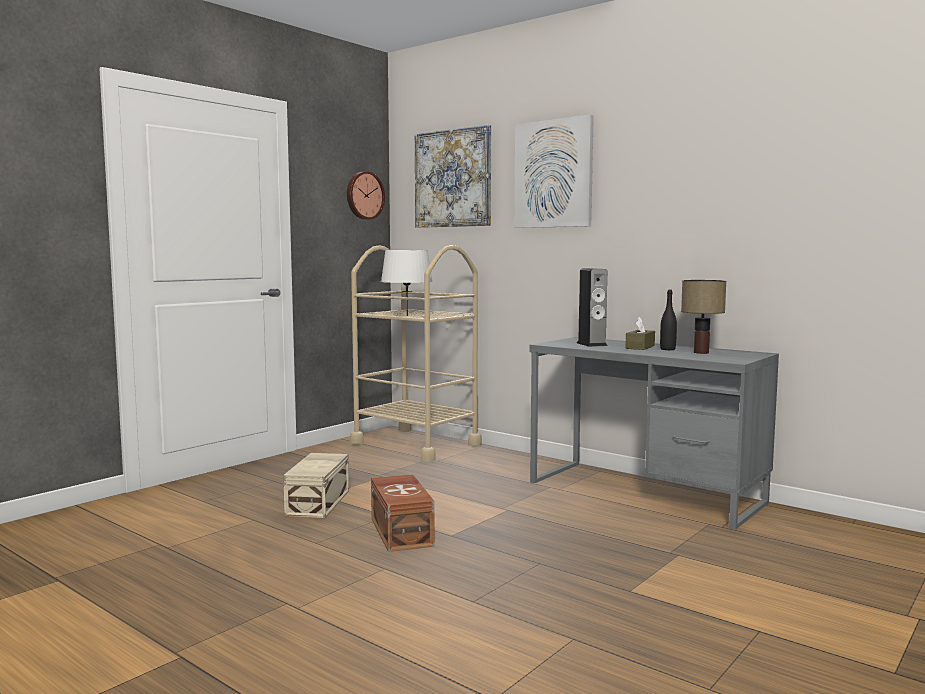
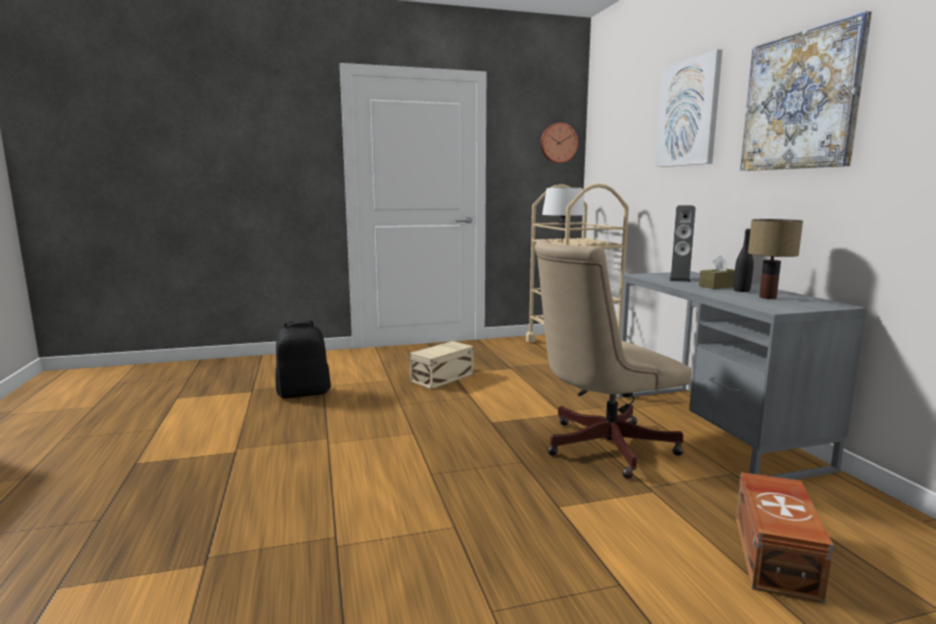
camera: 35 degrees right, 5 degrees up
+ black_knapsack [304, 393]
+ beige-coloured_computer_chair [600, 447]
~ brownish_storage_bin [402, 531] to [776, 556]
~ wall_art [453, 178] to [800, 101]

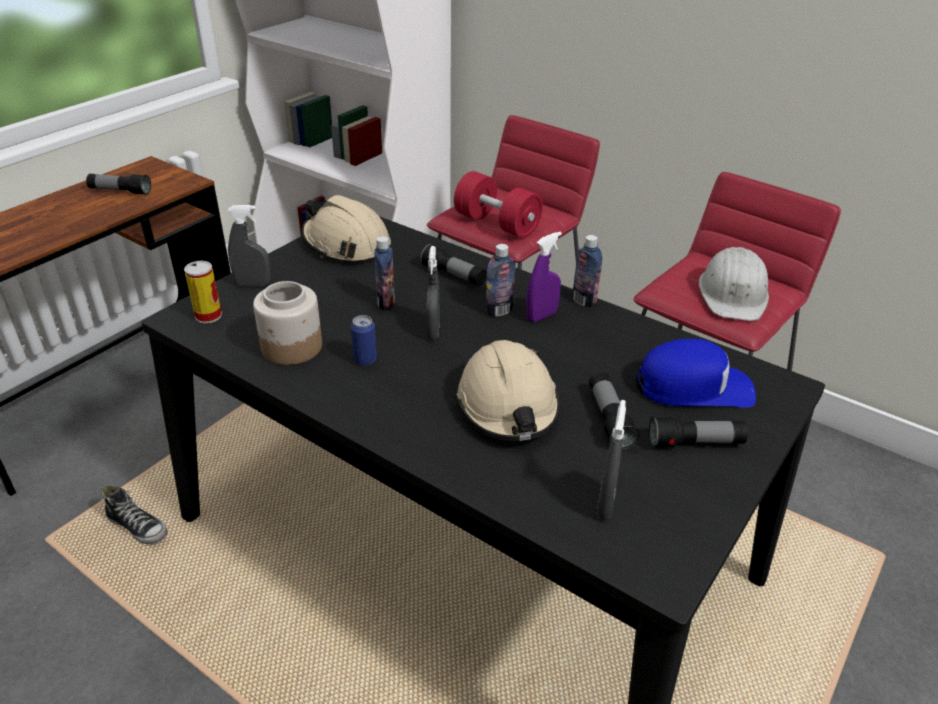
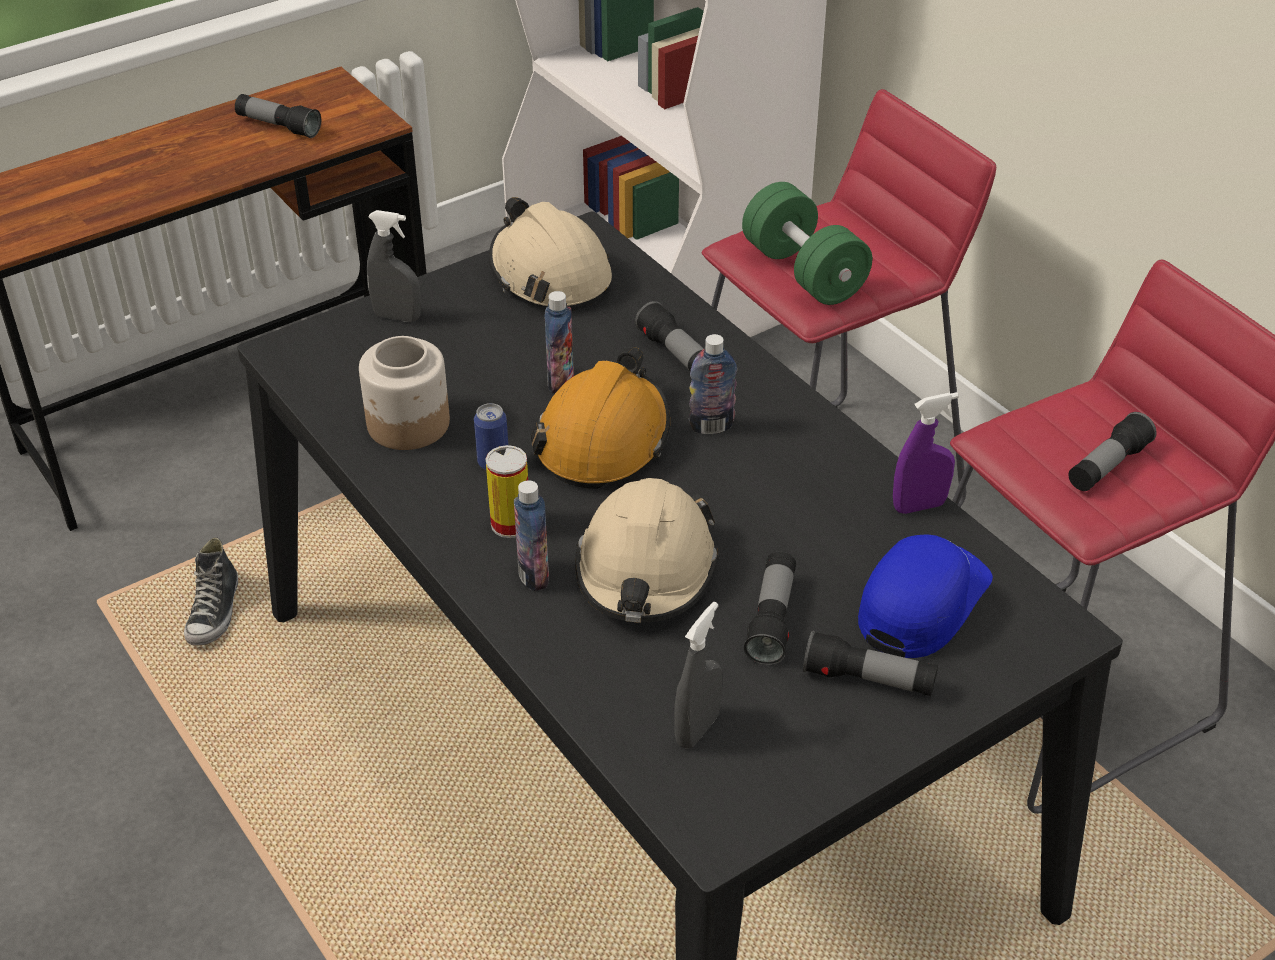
camera: 20 degrees right, 5 degrees up
~ can [208, 316] to [510, 524]
~ purplish_spray_bottle [541, 316] to [919, 506]
~ bottle [584, 301] to [533, 575]
~ gray_spray_bottle [433, 331] to orange_work_helmet [603, 439]
~ white_work_helmet [733, 294] to hand_torch [1107, 466]
~ reddish_dumbbell [497, 224] to green-coloured_dumbbell [804, 272]
~ item_of_footwear [138, 527] = [214, 613] 45 degrees clockwise
~ blue-coloured_cap [694, 387] = [922, 601] 75 degrees counterclockwise

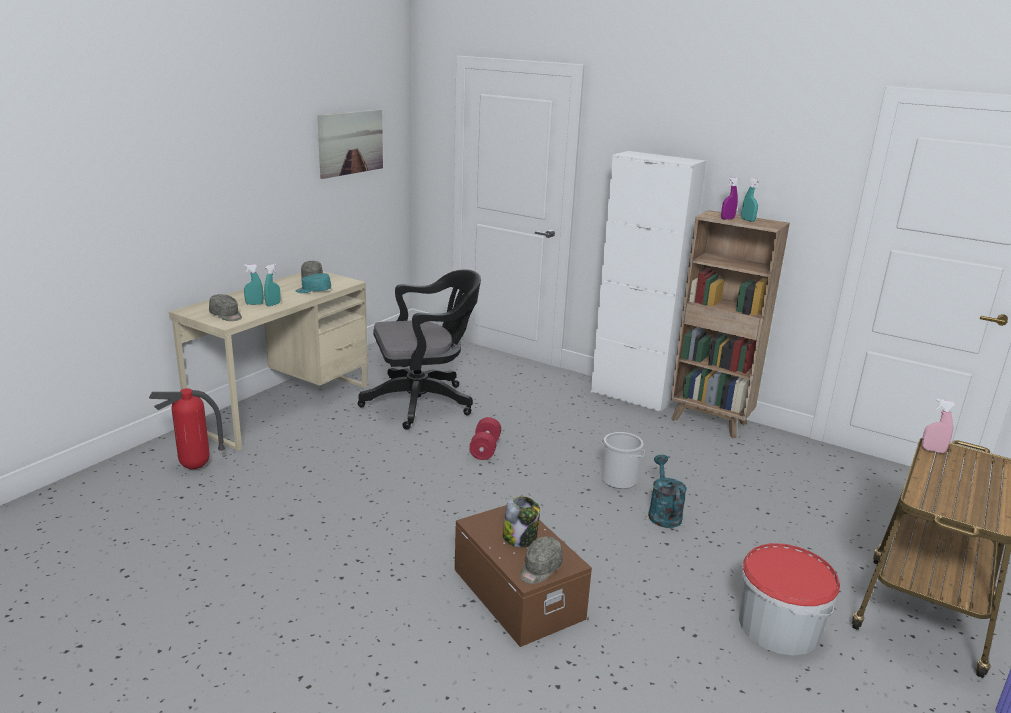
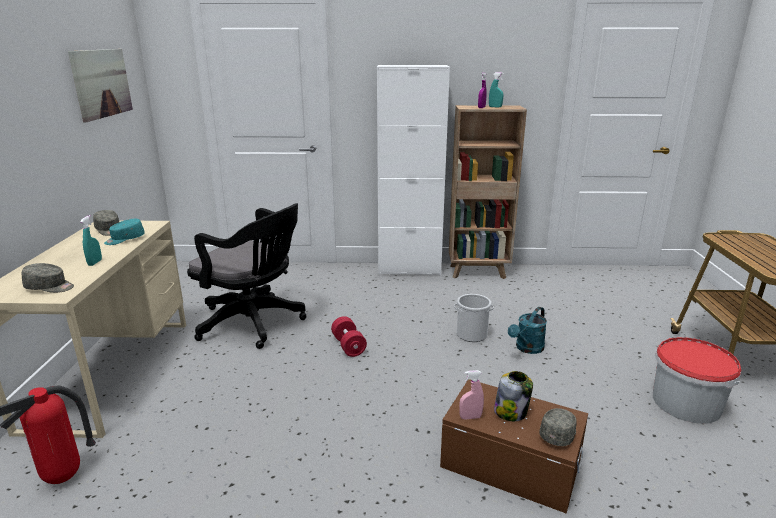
camera: 30 degrees left, 0 degrees up
- blue-green_spray_bottle [254, 304]
~ pink_spray_bottle [933, 450] to [470, 417]
~ black_computer_chair [423, 402] = [255, 323] 75 degrees clockwise
~ gray_cap [540, 569] = [558, 433] 150 degrees counterclockwise
~ blue-green_watering_pot [663, 513] = [527, 348] 105 degrees counterclockwise

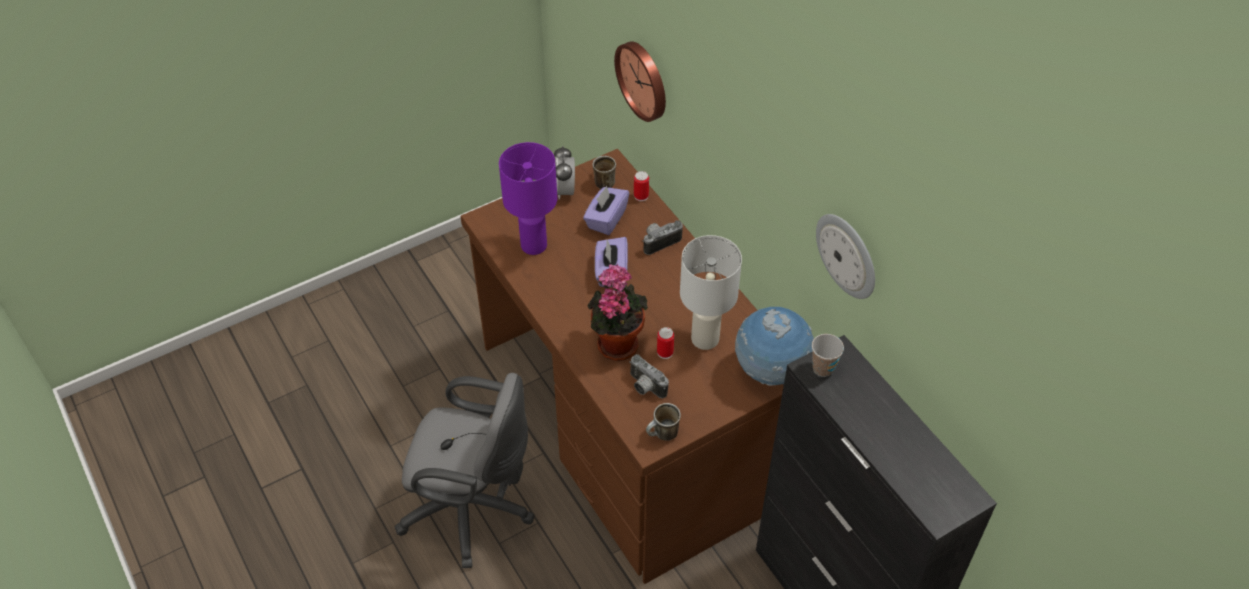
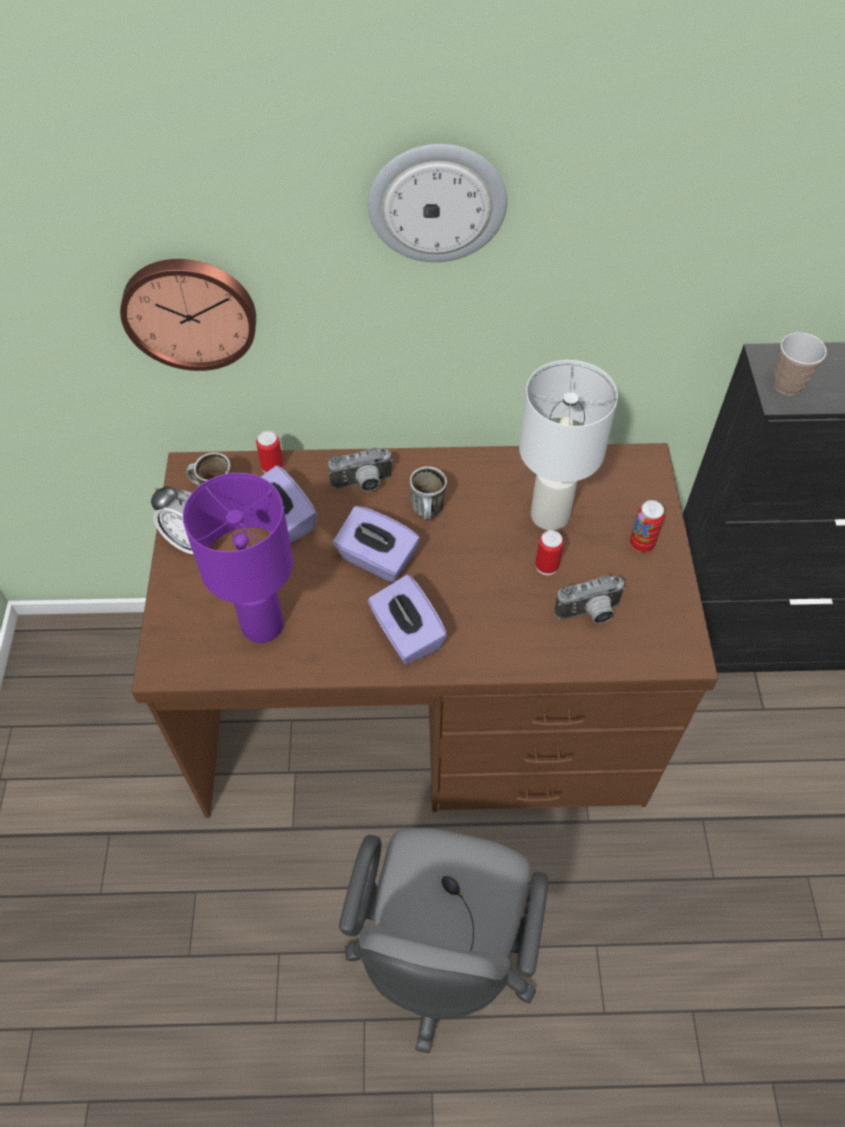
camera: 60 degrees left, 5 degrees up
- plant_in_a_pot [616, 342]
- desk_globe [770, 371]
+ purplish_tissue_box [406, 634]
+ can [641, 544]
~ mug [663, 435] to [429, 513]
~ clock_on_the_wall [847, 255] to [437, 202]
~ gray_computer_chair [473, 510] = [441, 956] 150 degrees clockwise
~ still_camera [659, 241] = [363, 484] 105 degrees counterclockwise

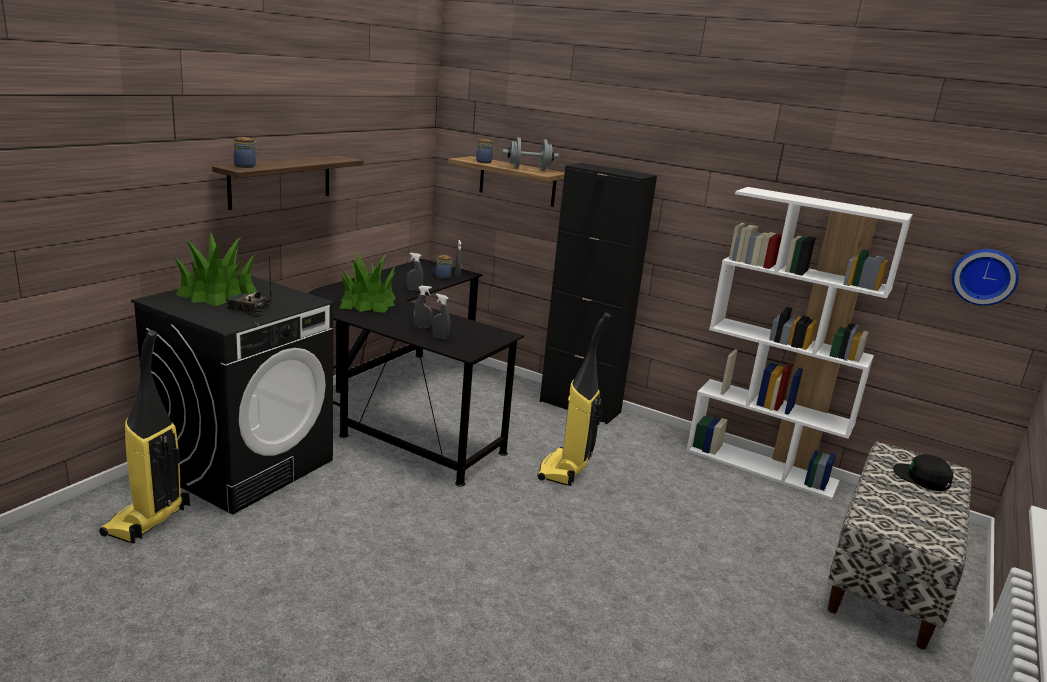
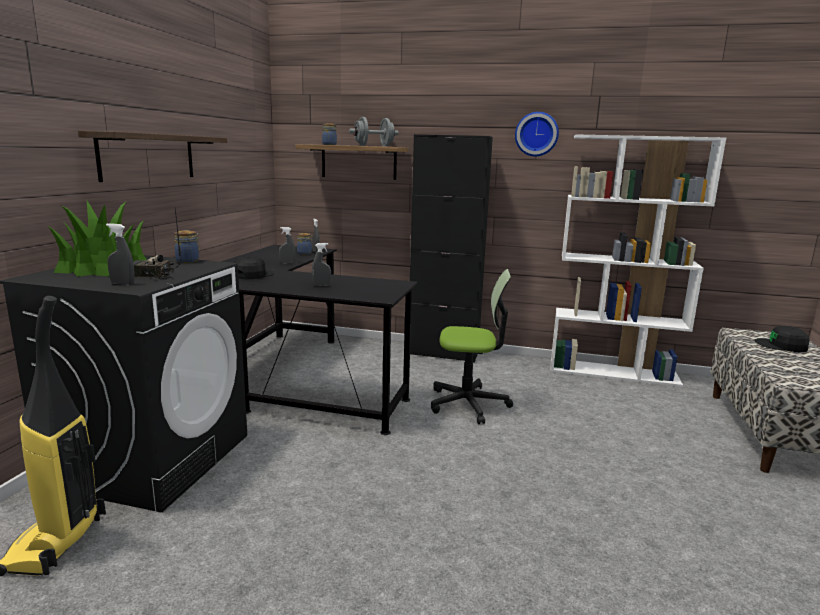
camera: 15 degrees left, 5 degrees down
~ storage_jar [246, 166] to [188, 261]
~ gray_spray_bottle [440, 337] to [122, 284]
~ clock_on_the_wall [984, 276] to [536, 134]
~ plant_in_a_pot [368, 303] to black_cap [252, 275]
~ vacuum_cleaner [565, 470] to computer_chair [468, 403]

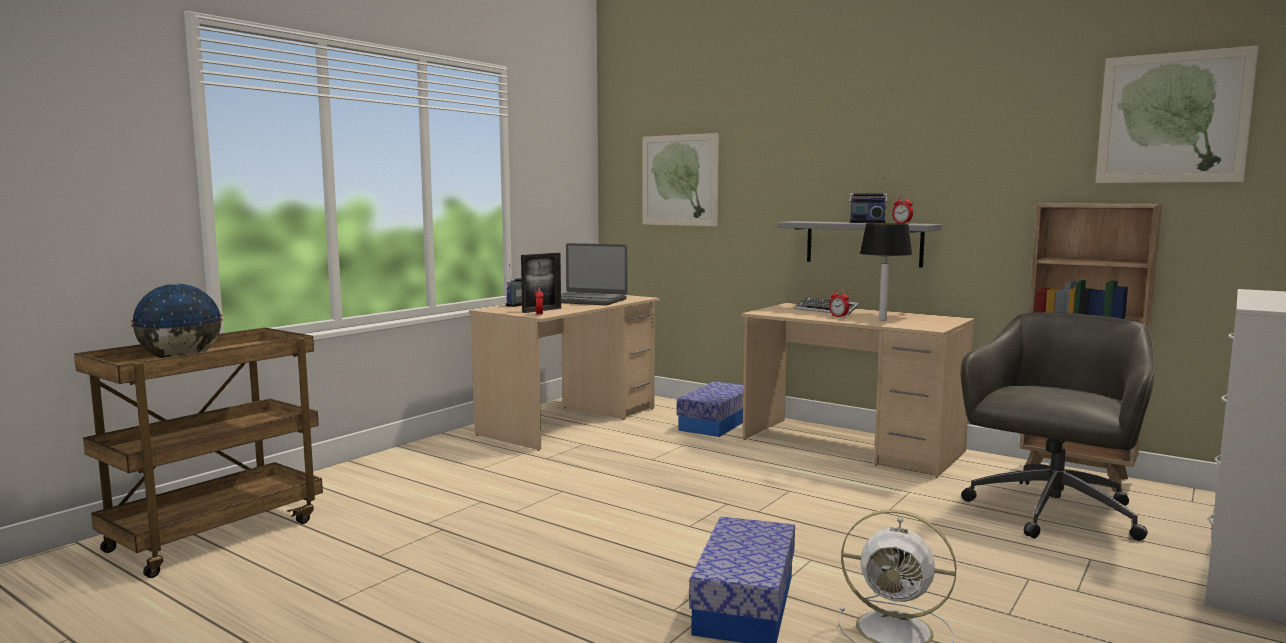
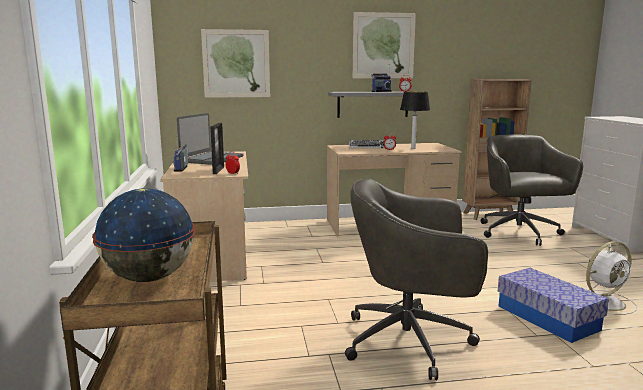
camera: 45 degrees left, 5 degrees up
- storage_bin [716, 423]
+ gray_computer_chair [411, 341]
~ wall_art [1172, 118] to [383, 46]
~ notebook_computer [587, 300] = [211, 159] 45 degrees counterclockwise

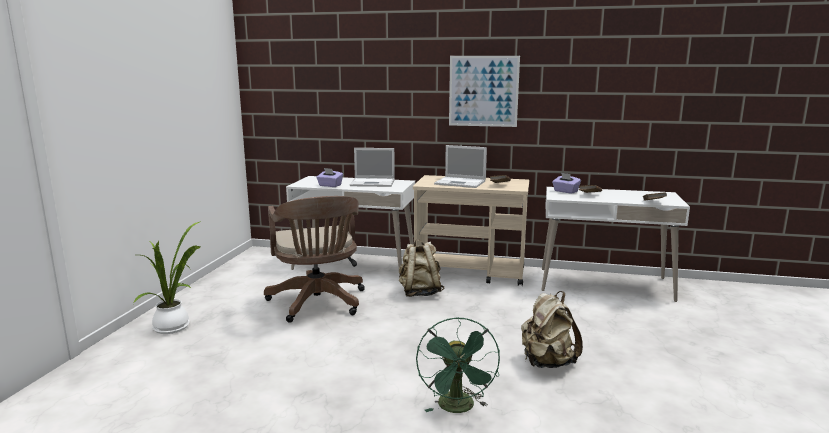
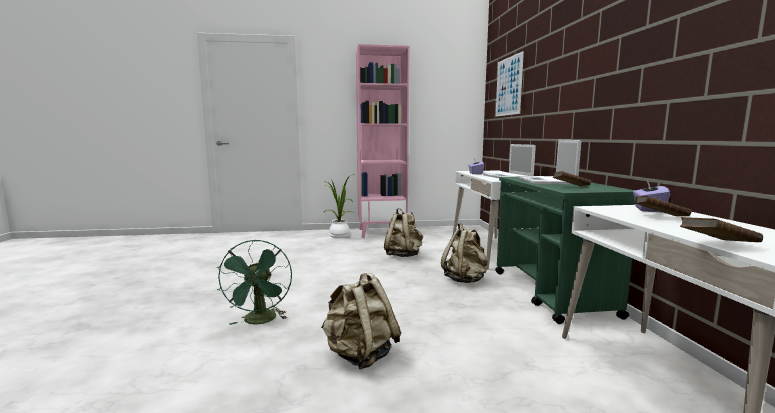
camera: 70 degrees right, 5 degrees down
+ pink_bookshelf [382, 232]
~ wall_art [483, 91] to [509, 86]
~ brownish_computer_chair [318, 304] to beige-coloured_knapsack [403, 255]
~ beige-coloured_trolley [471, 272] to green-coloured_trolley [552, 293]
~ green-coloured_electric_fan [458, 408] = [260, 321] 75 degrees counterclockwise

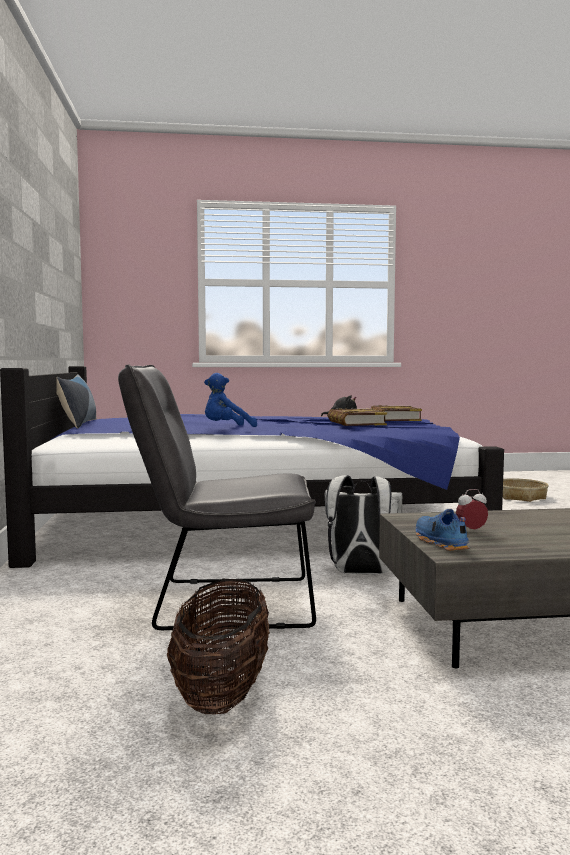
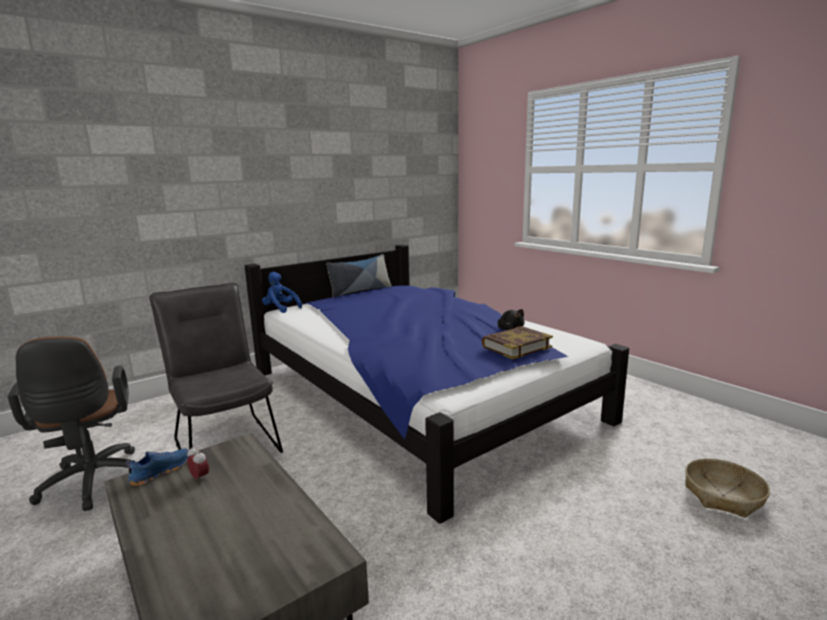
camera: 60 degrees right, 10 degrees up
- white_knapsack [360, 574]
- bound_book [355, 423]
~ blue-coloured_soft_toy [226, 428] to [280, 309]
~ household_basket [222, 693] to brownish_computer_chair [93, 484]

